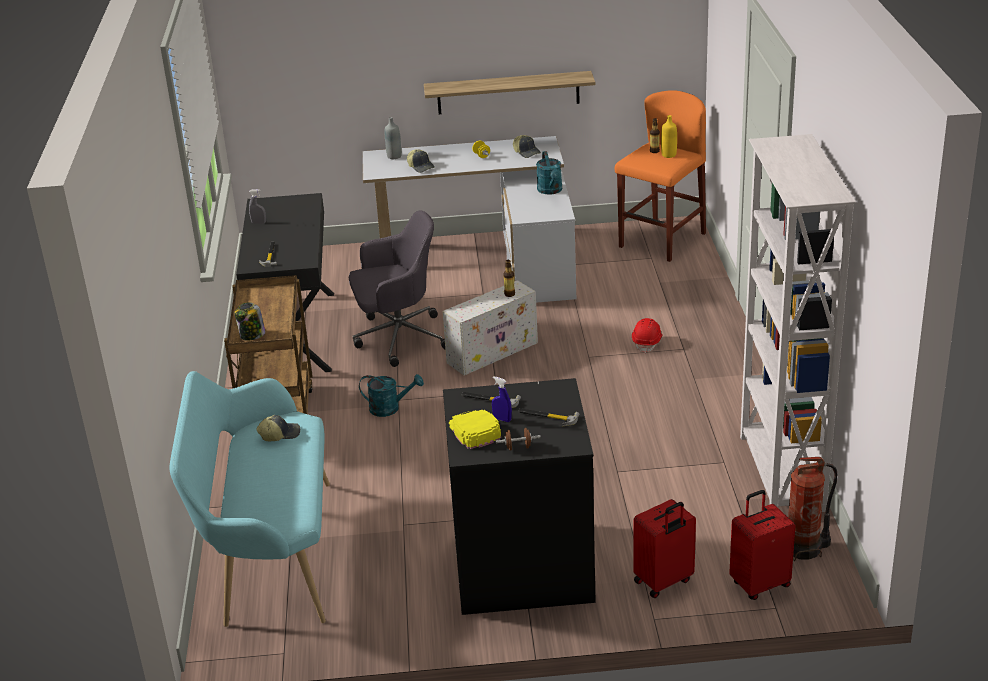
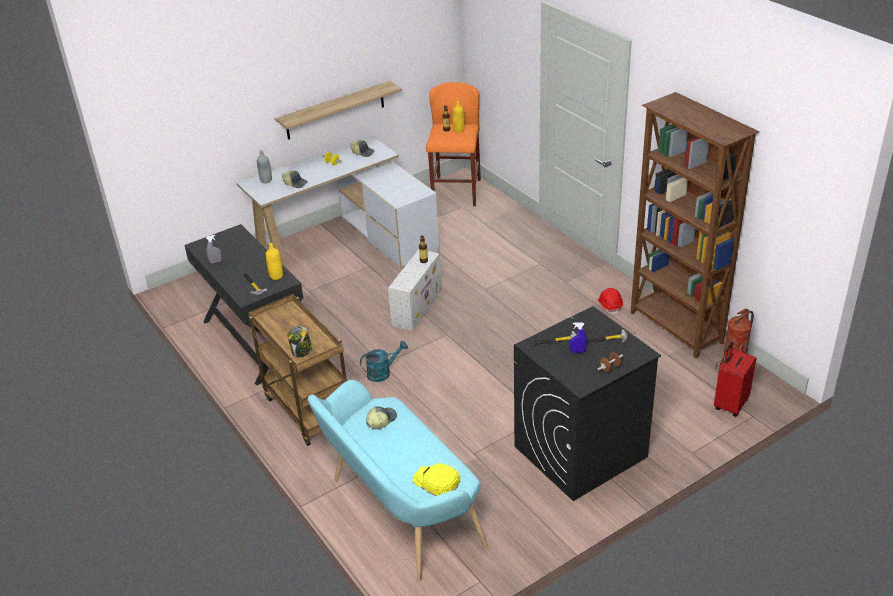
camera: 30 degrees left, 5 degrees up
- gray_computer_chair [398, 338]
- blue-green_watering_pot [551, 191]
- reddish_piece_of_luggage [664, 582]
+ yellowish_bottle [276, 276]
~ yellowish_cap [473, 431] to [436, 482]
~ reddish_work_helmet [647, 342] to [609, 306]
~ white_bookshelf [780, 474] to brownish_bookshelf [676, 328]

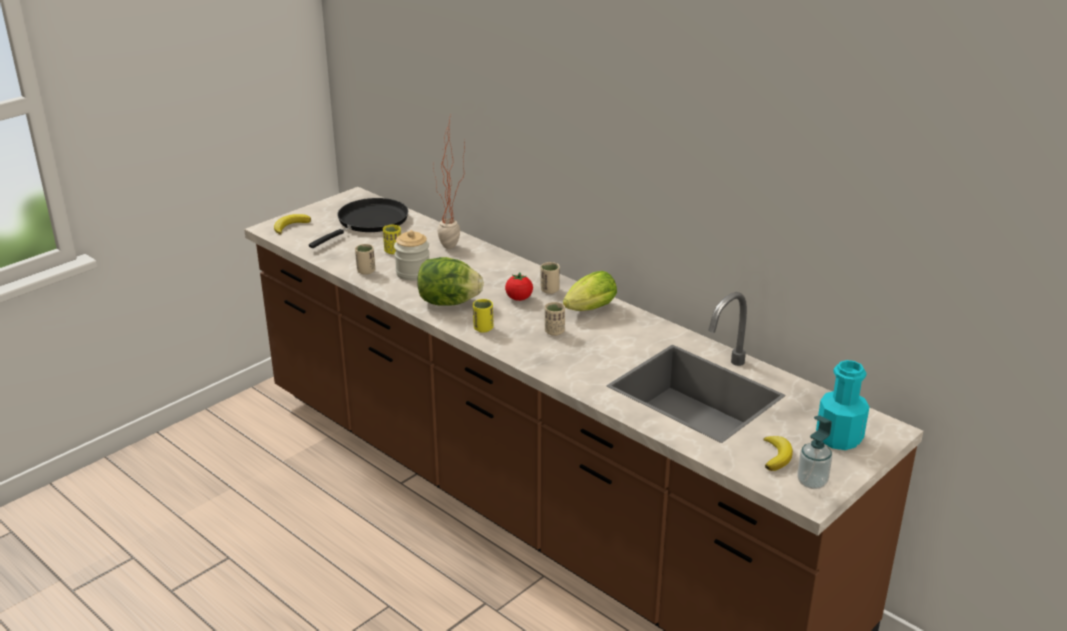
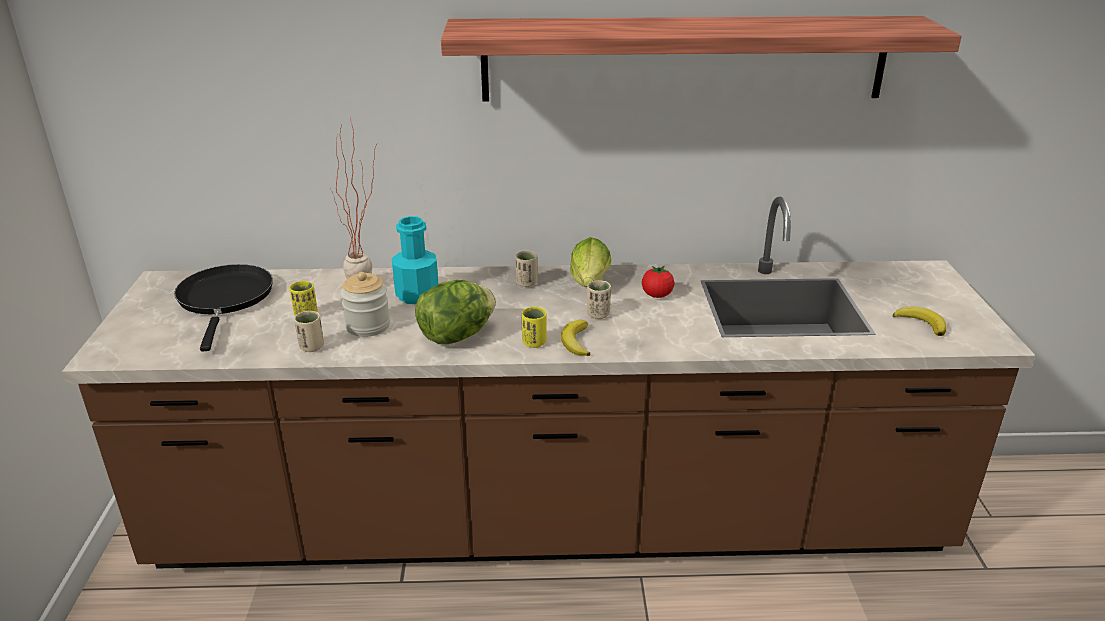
camera: 45 degrees left, 0 degrees up
- soap_dispenser [812, 482]
+ bracket_shelf [684, 59]
~ whole_banana [290, 226] to [576, 341]
~ fresh_tomato [519, 298] to [657, 295]
~ blue-green_bottle [839, 438] to [417, 295]

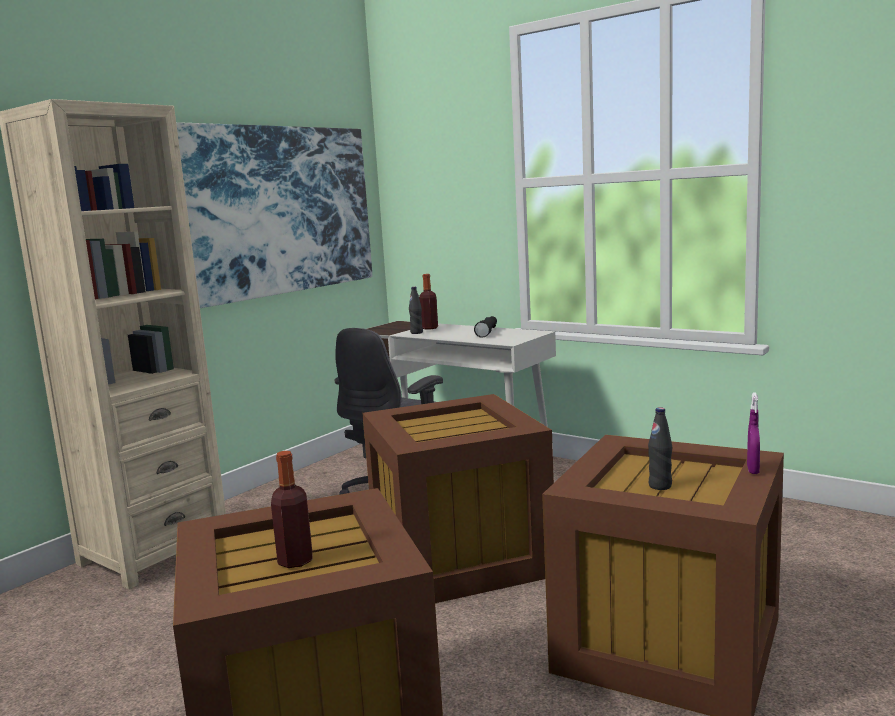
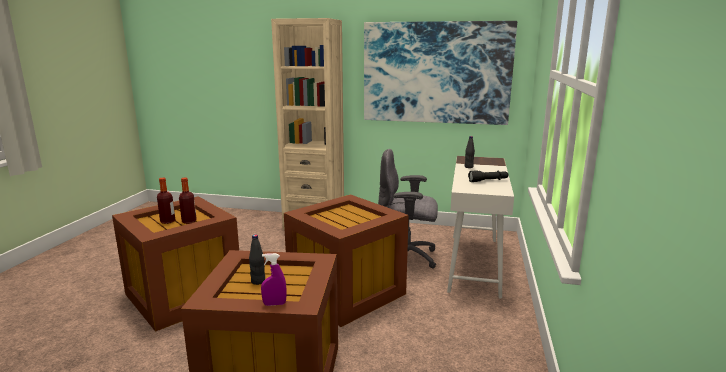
camera: 65 degrees right, 5 degrees up
~ bottle [429, 328] to [189, 221]

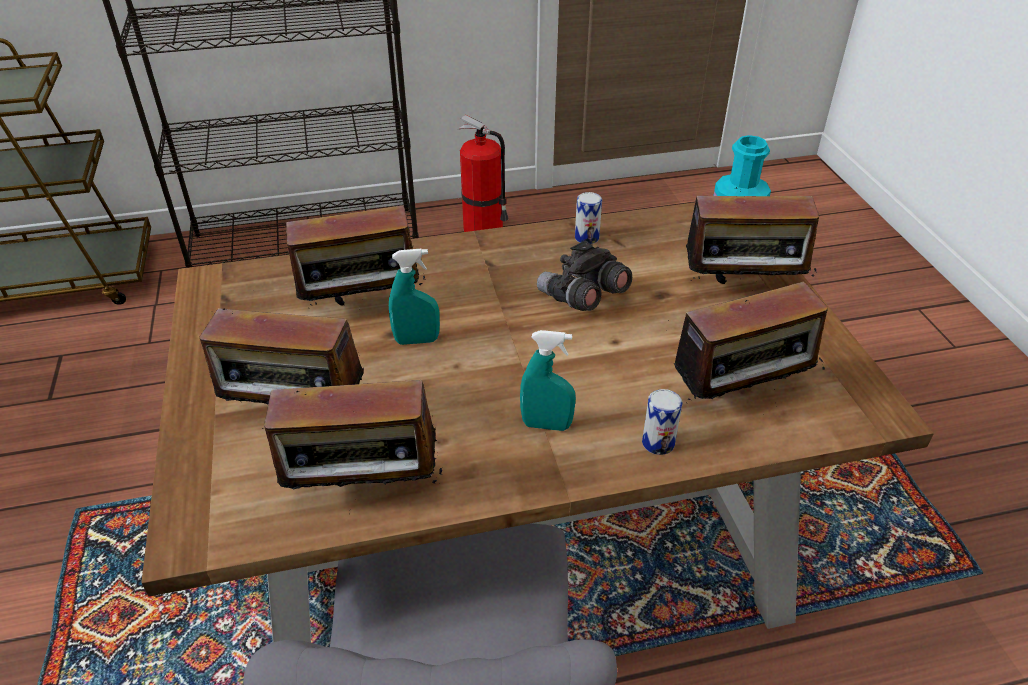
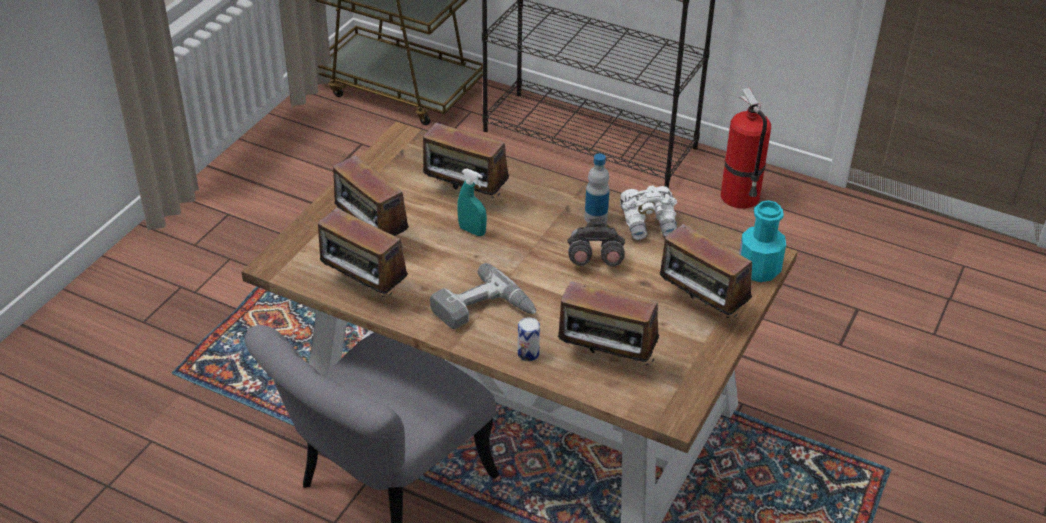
camera: 40 degrees right, 0 degrees up
+ bottle [596, 218]
~ blue-green_spray_bottle [546, 425] to drill [483, 311]
~ can [586, 237] to white_binoculars [649, 223]

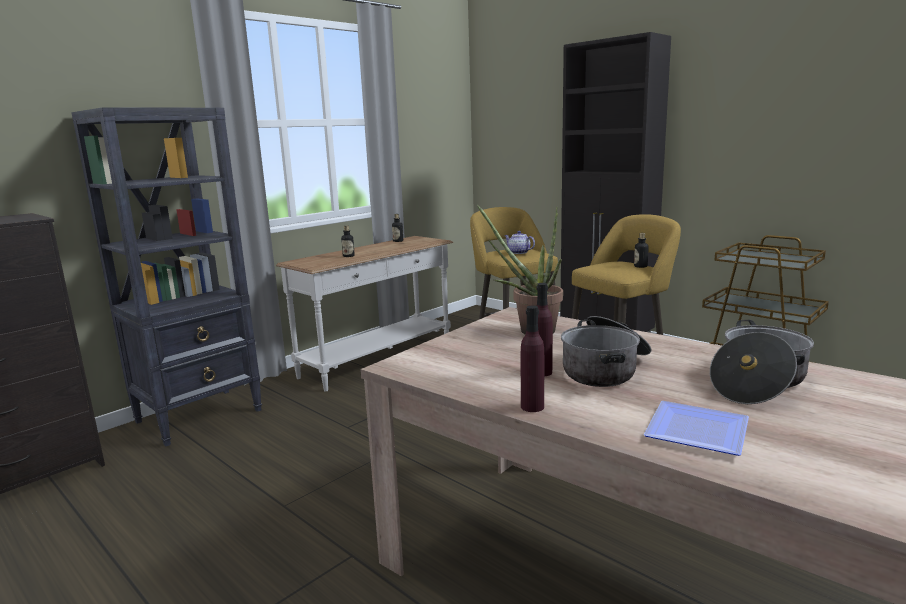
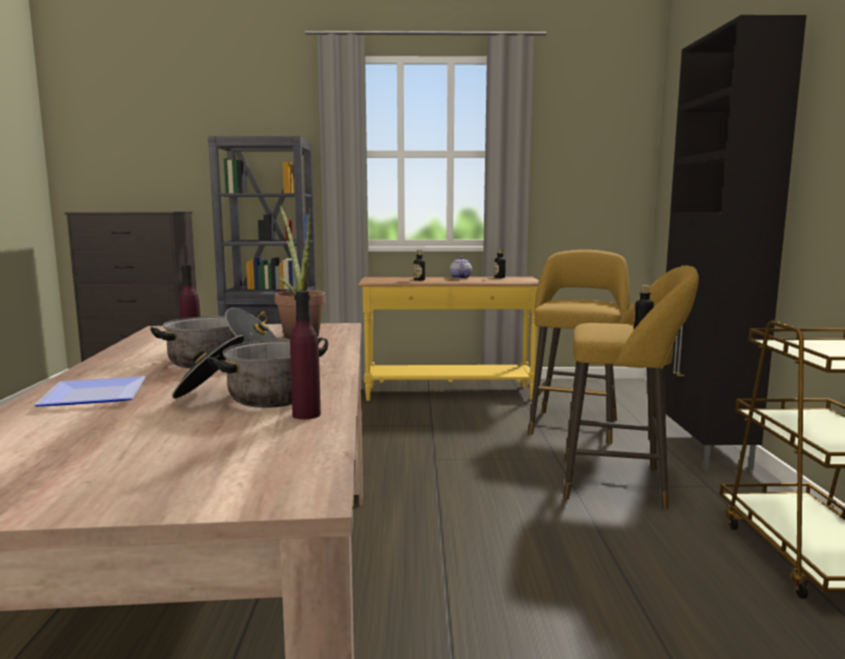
camera: 45 degrees right, 5 degrees down
~ pot_for_tea [518, 252] to [460, 278]
~ purplish_bottle [532, 407] to [306, 414]
~ white_narrow_table [378, 360] to yellowish_narrow_table [449, 393]

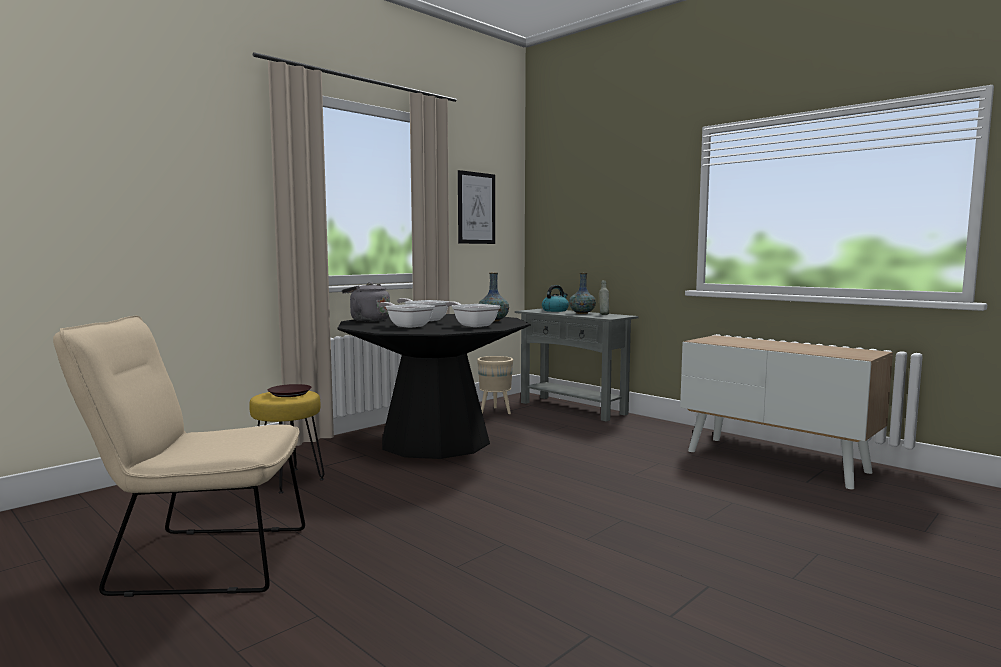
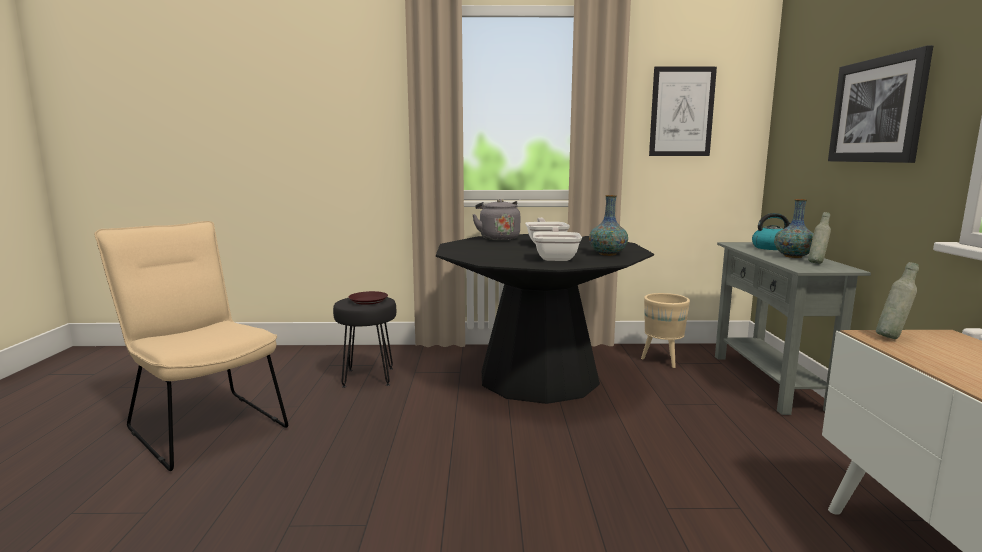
camera: 45 degrees right, 5 degrees up
- pan [407, 326]
+ wall_art [877, 110]
+ gray_bottle [892, 337]
~ yellowish_stool_seat [287, 480] to black_stool_seat [368, 377]

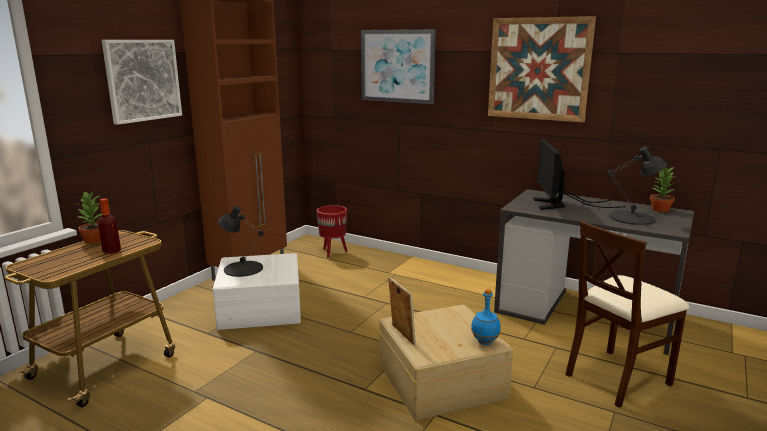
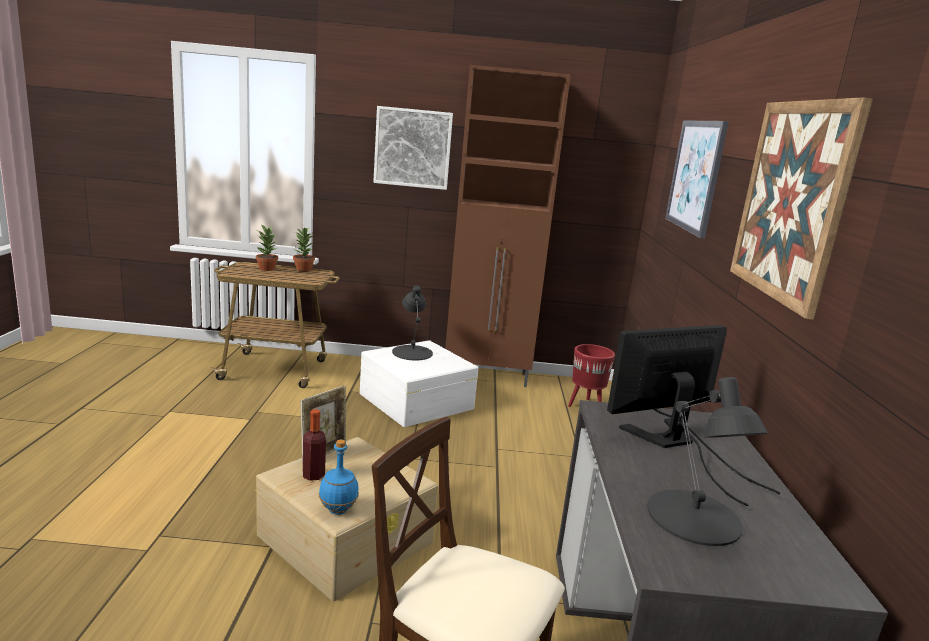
camera: 60 degrees right, 0 degrees up
~ bottle [111, 251] to [313, 475]
~ plant_in_a_pot [659, 209] to [267, 268]

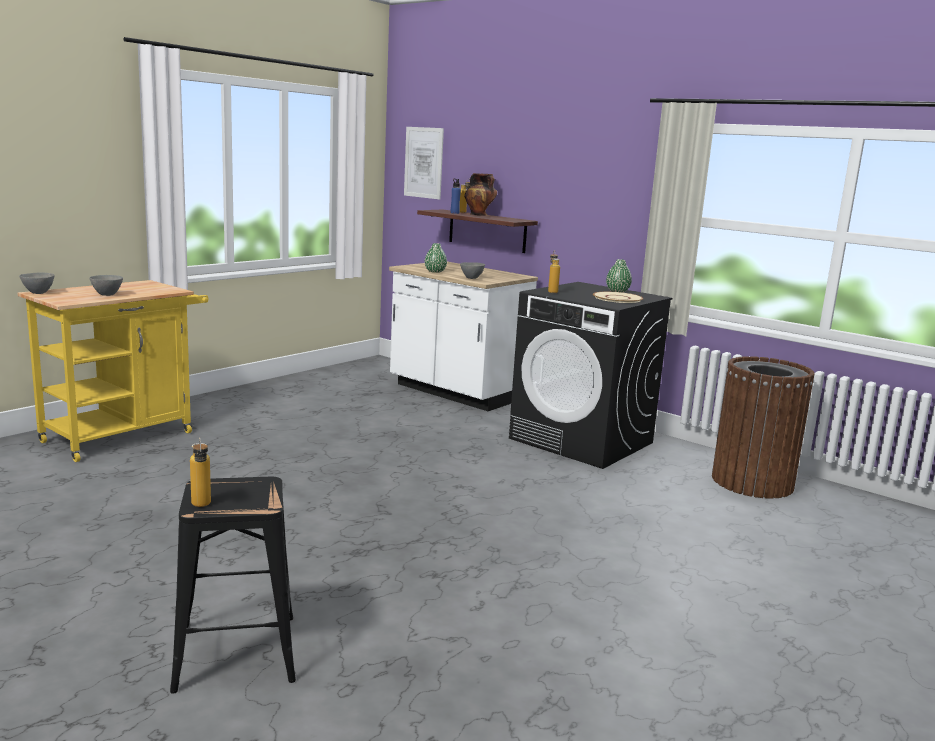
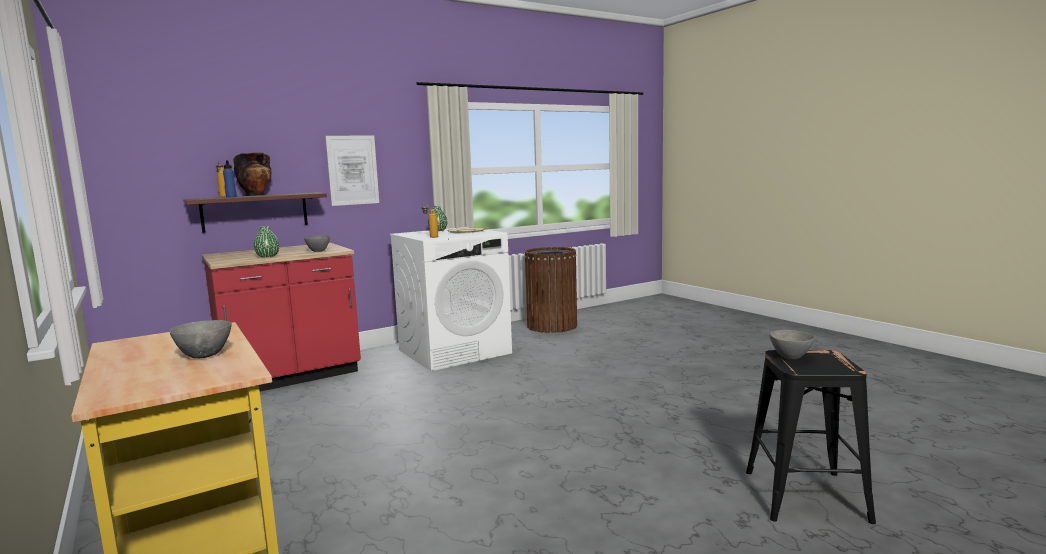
camera: 70 degrees left, 5 degrees down
- bottle [201, 507]
~ gray_serving_bowl [38, 293] to [790, 357]
~ wall_art [423, 162] to [352, 170]
~ white_counter [456, 392] to reddish_counter [290, 377]
~ black_washing_machine [582, 441] to white_washing_machine [455, 351]

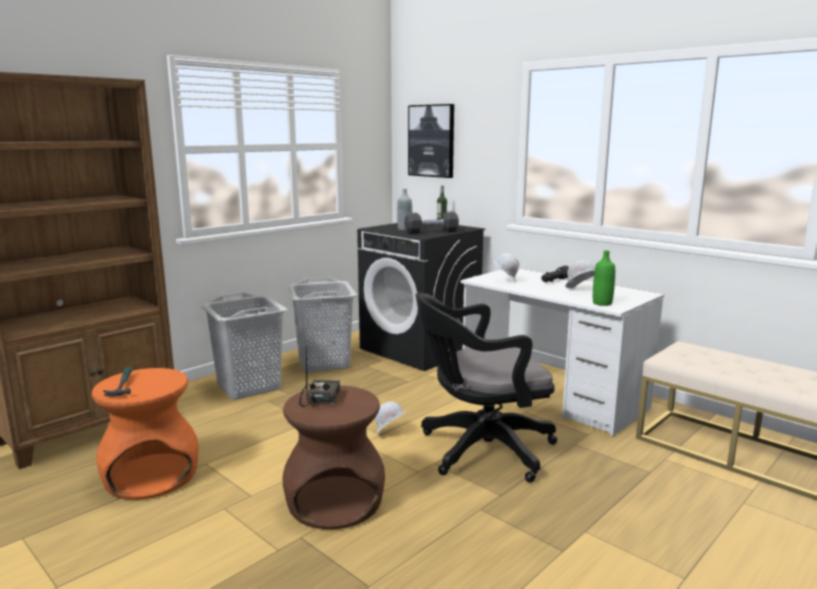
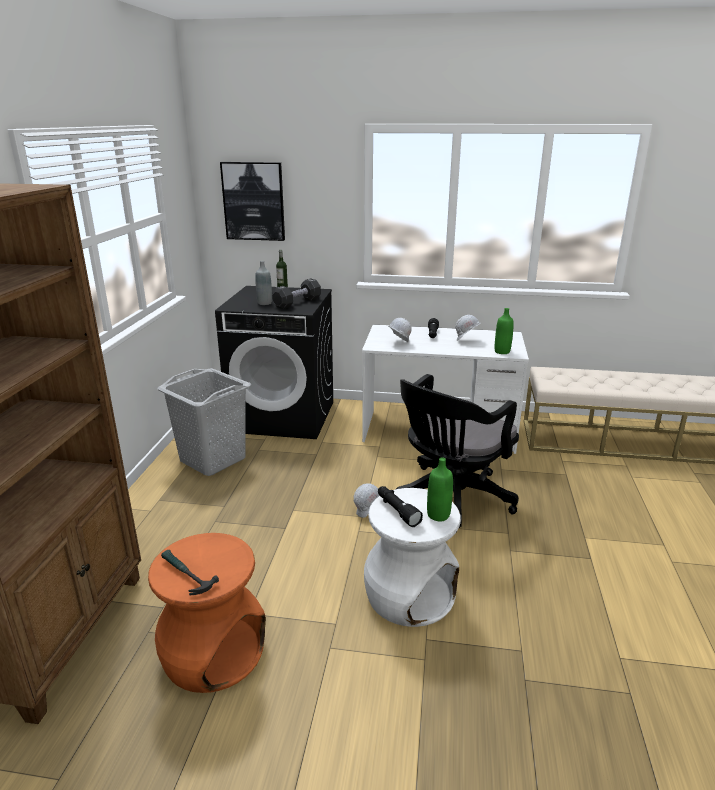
camera: 35 degrees left, 10 degrees up
- gray_hamper [249, 386]
+ green-coloured_bottle [438, 515]
~ radio_set [320, 398] to black_hand_torch [397, 511]
~ brownish_stool_seat [335, 502] to white_stool_seat [409, 594]

